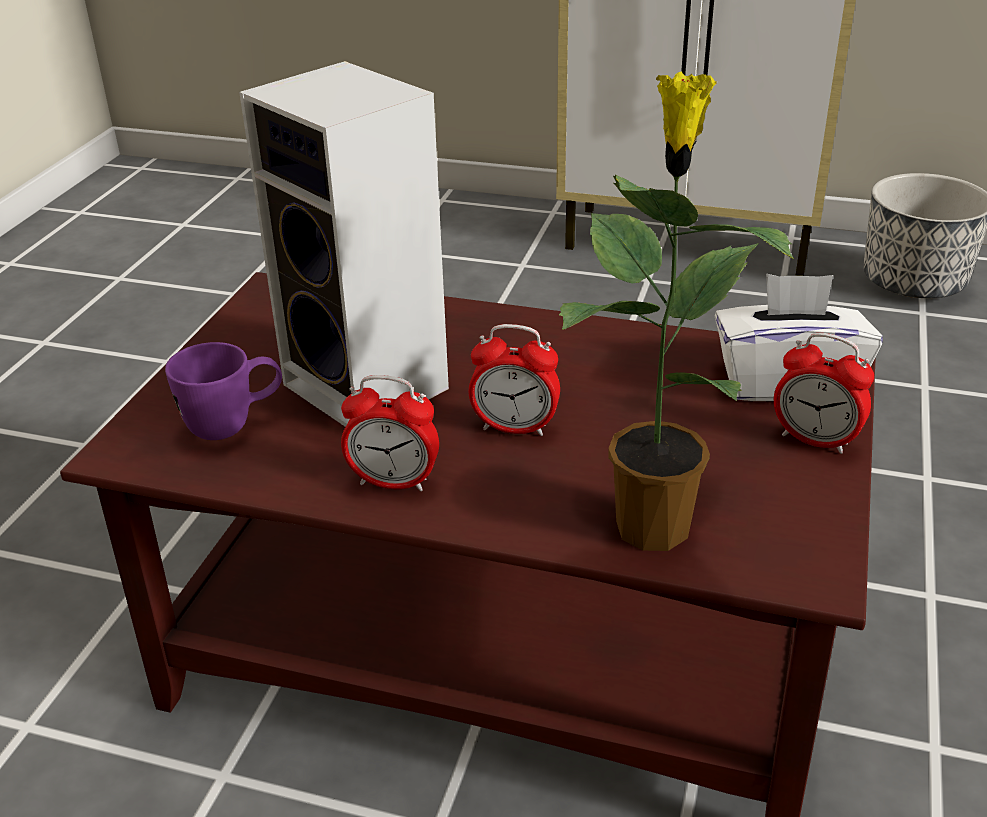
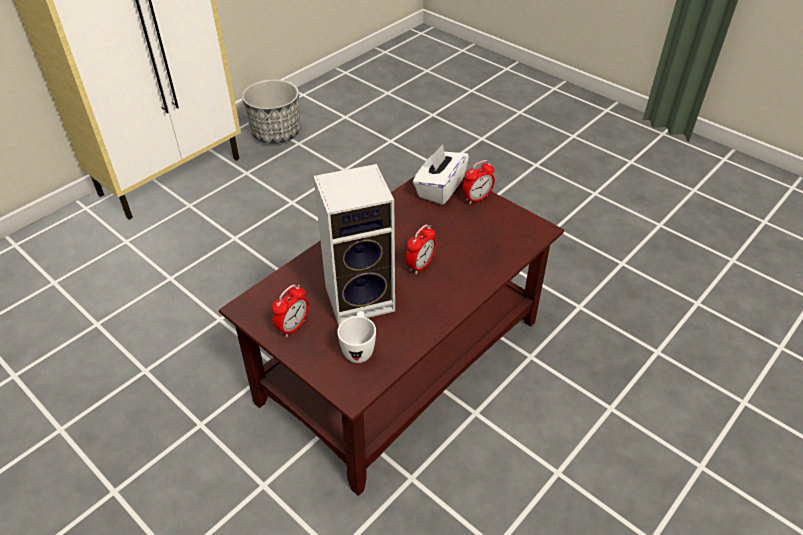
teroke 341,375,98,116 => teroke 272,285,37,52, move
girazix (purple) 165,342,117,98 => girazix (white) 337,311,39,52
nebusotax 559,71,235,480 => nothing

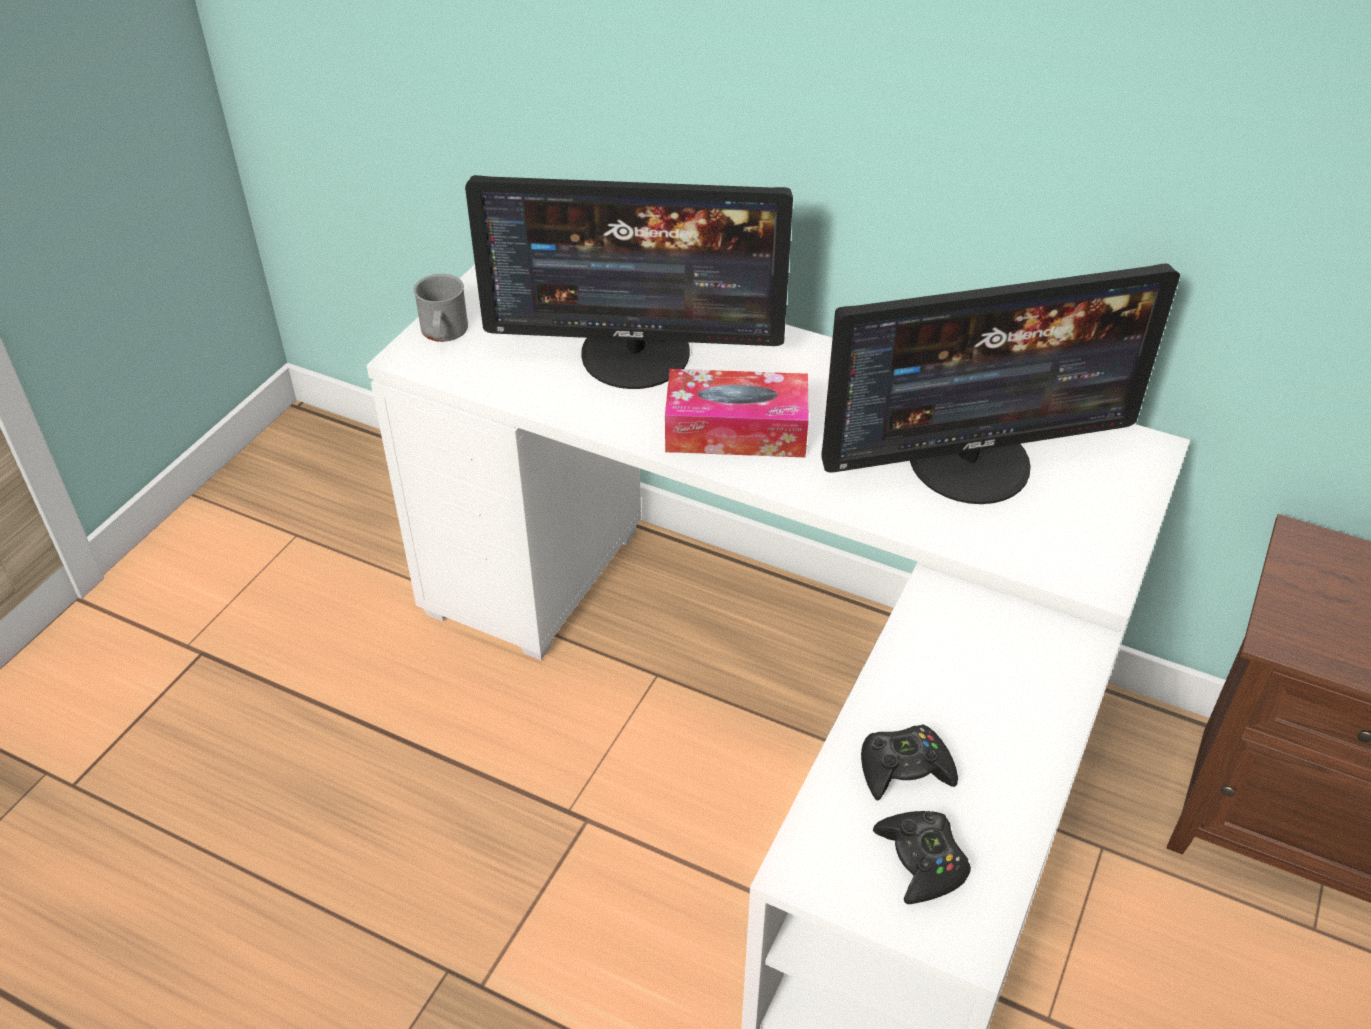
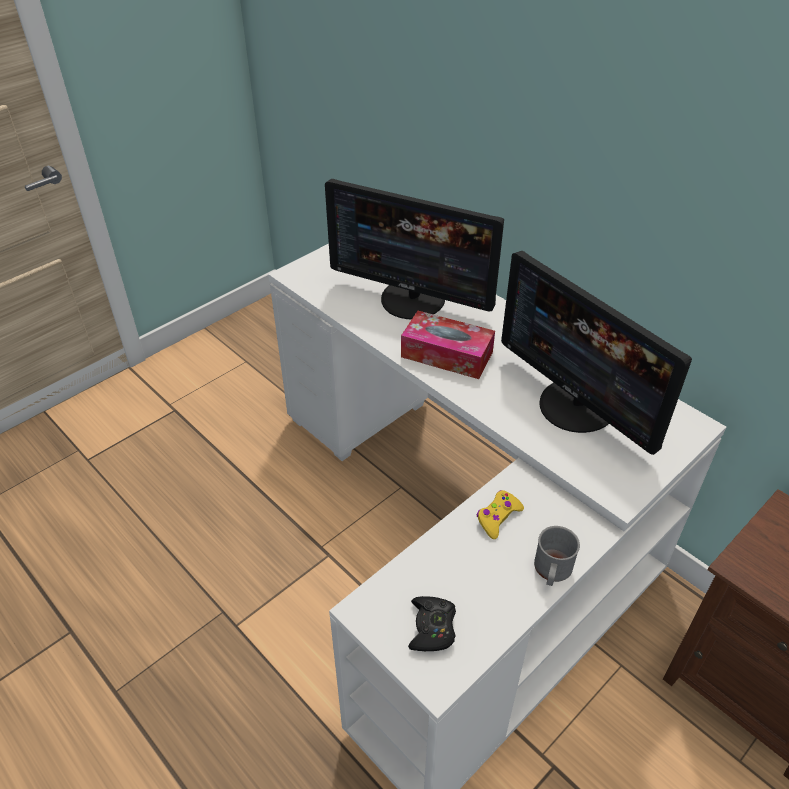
nothing => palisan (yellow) 477,490,47,49
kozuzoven 821,263,359,241 => kozuzoven 501,251,191,204, 45 degrees clockwise
girazix (grey) 413,274,55,68 => girazix (grey) 534,526,46,60, move
palisan (black) 861,724,97,77 => nothing

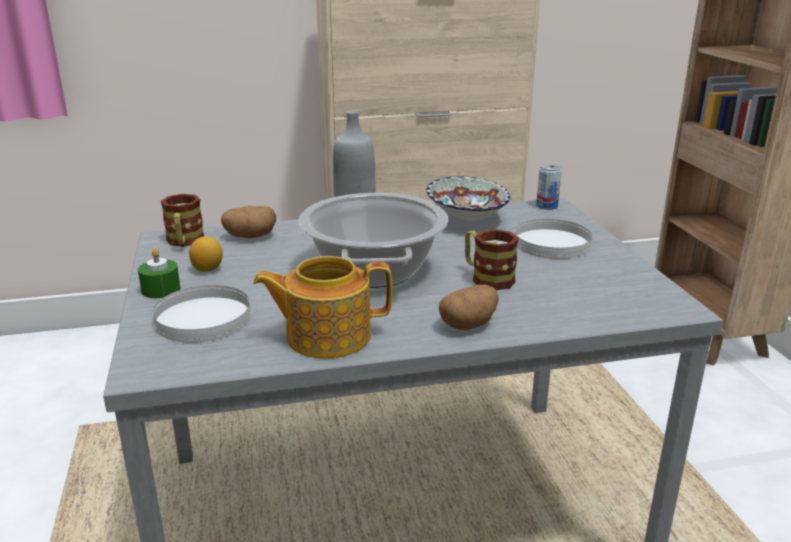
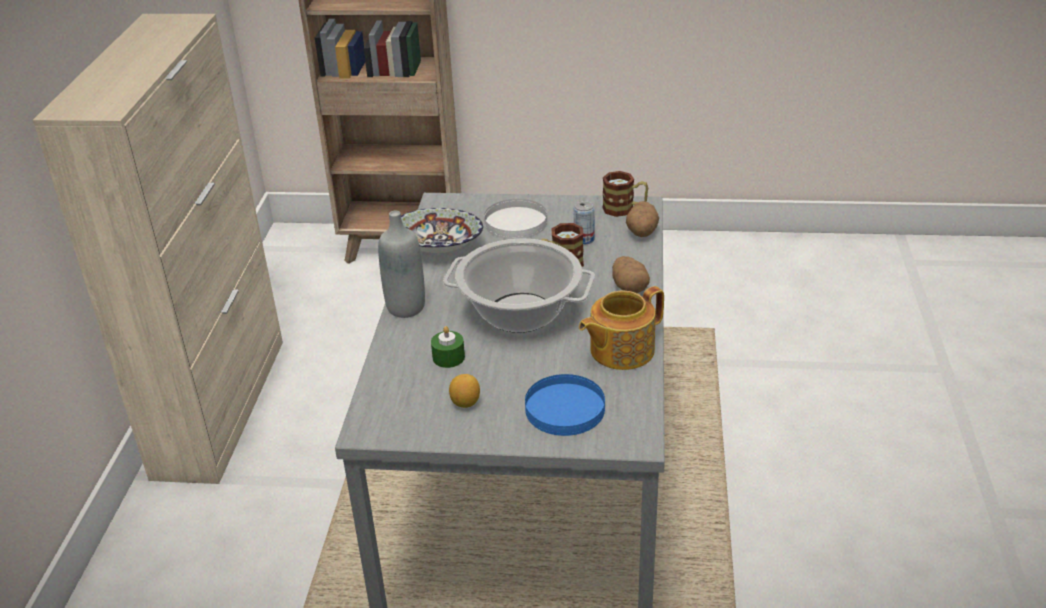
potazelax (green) 138,248,42,50 => potazelax (green) 431,326,34,42, move
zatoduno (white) 153,285,98,58 => zatoduno (blue) 525,374,80,62
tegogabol 536,164,26,46 => tegogabol 574,201,21,44, move
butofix 253,256,139,102 => butofix 579,286,85,84, 45 degrees clockwise
girazix 161,194,43,53 => girazix 602,171,46,46, move
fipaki 221,206,55,32 => fipaki 626,201,33,36, move

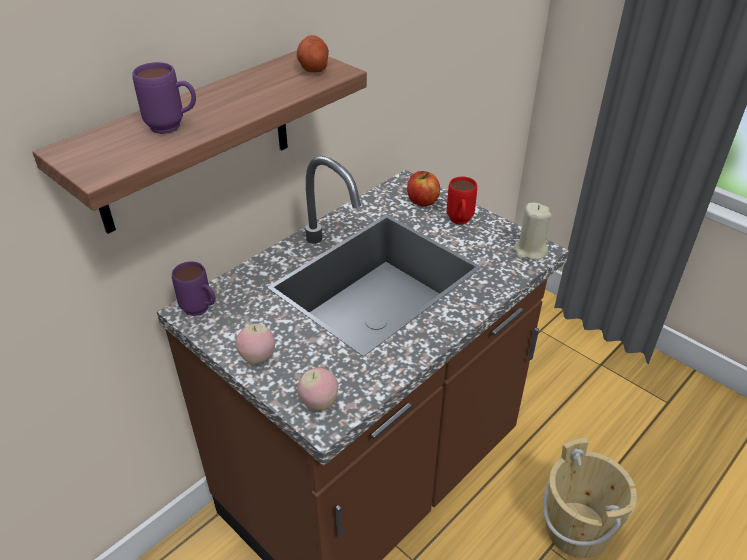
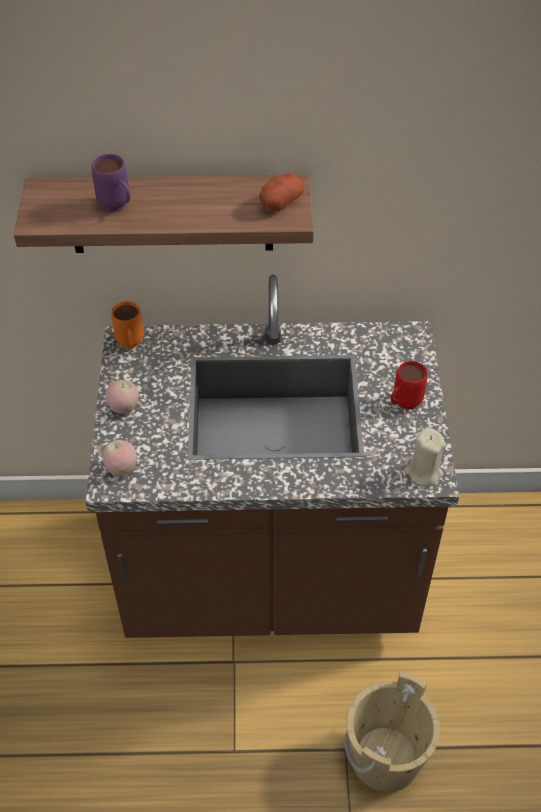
girazix (purple) 172,261,44,55 => girazix (orange) 111,301,33,48
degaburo 407,171,33,36 => nothing

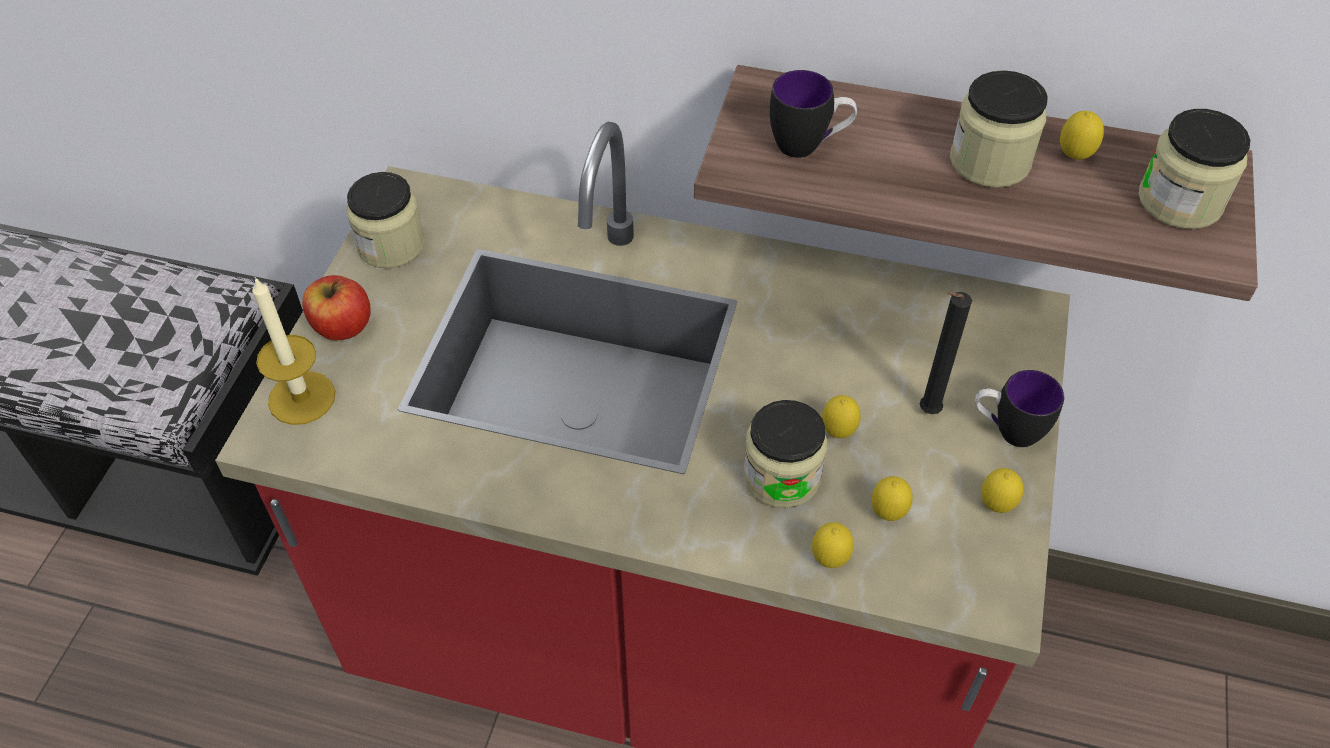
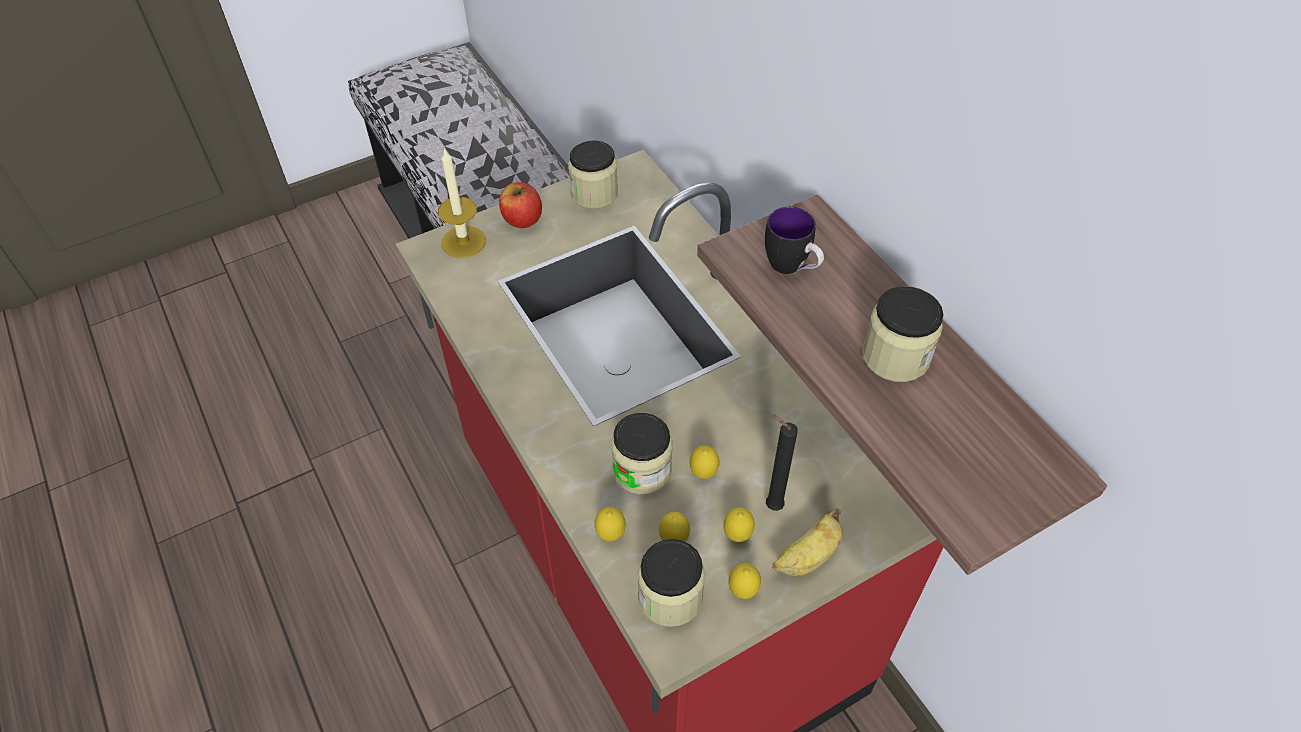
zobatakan 1138,109,112,120 => zobatakan 637,539,68,88, move
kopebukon 1060,111,44,49 => kopebukon 723,507,32,35, move
girazix 975,370,89,77 => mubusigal 772,508,71,68

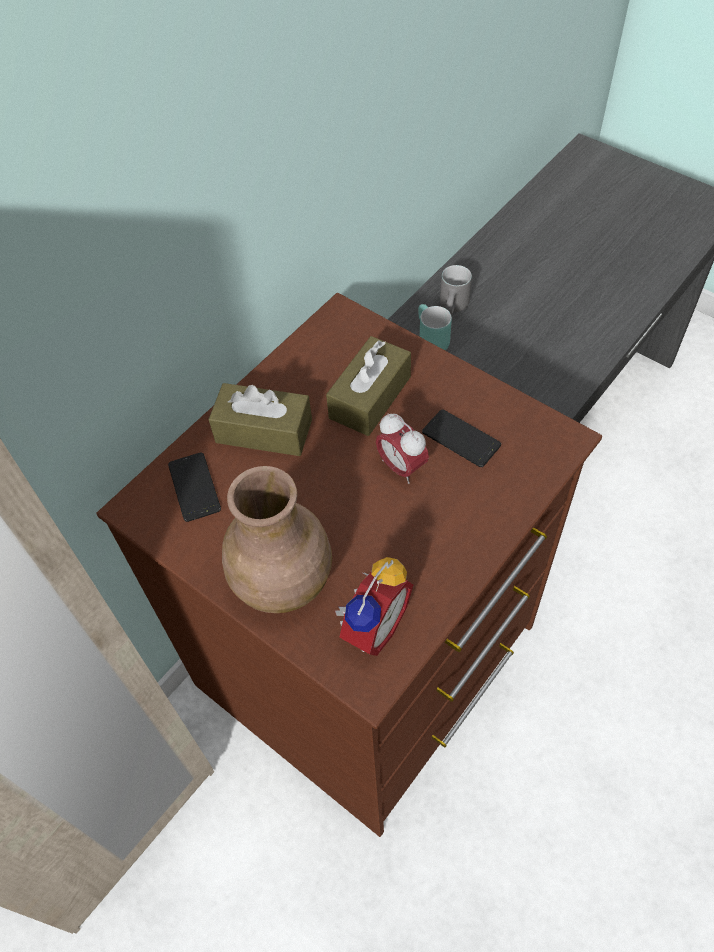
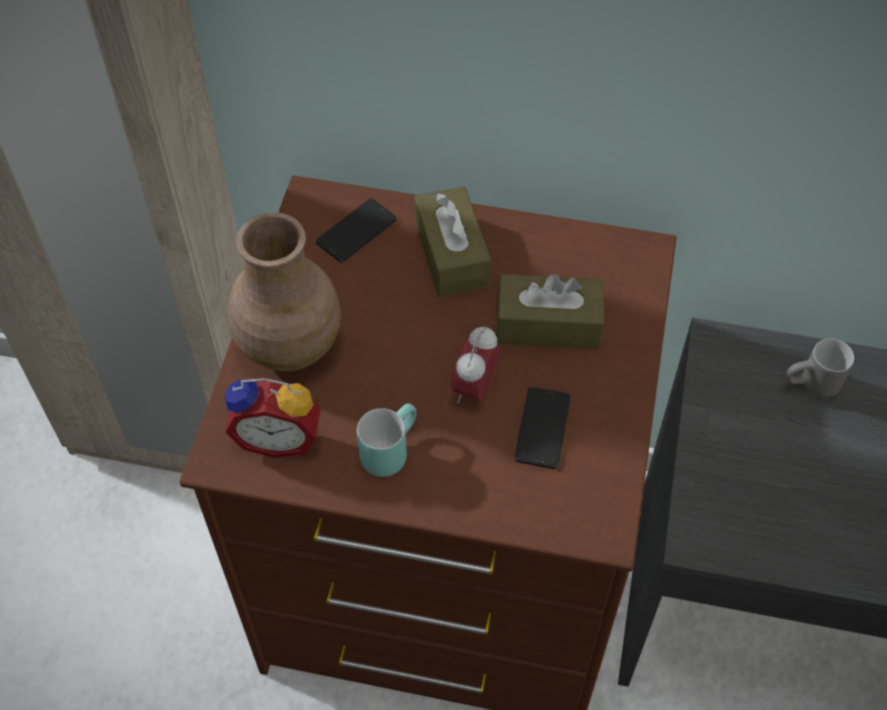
girazix (turquoise) 418,304,34,46 => girazix (turquoise) 357,403,60,74, move

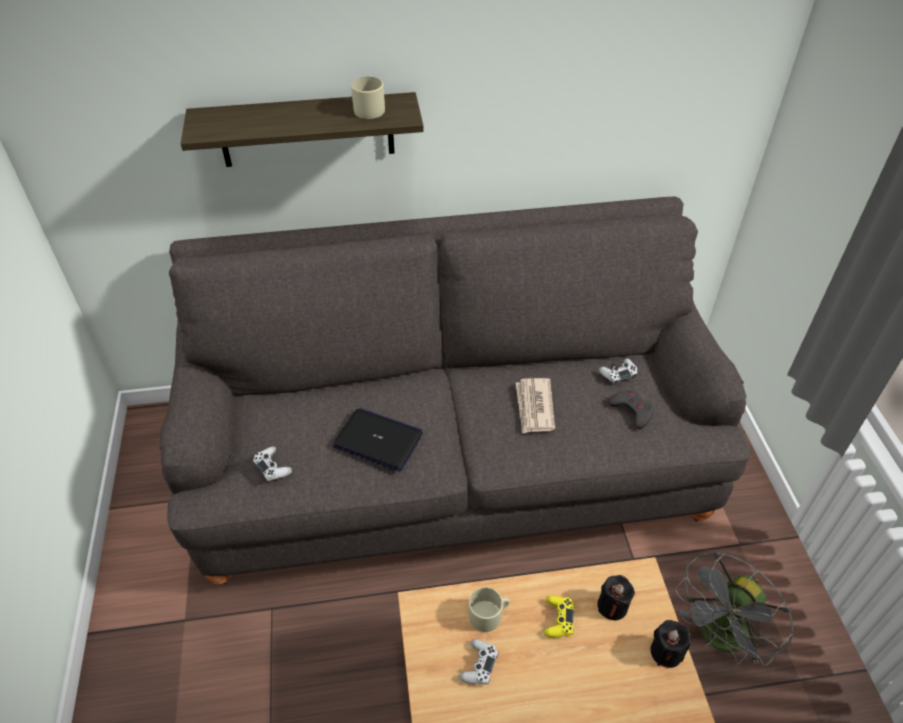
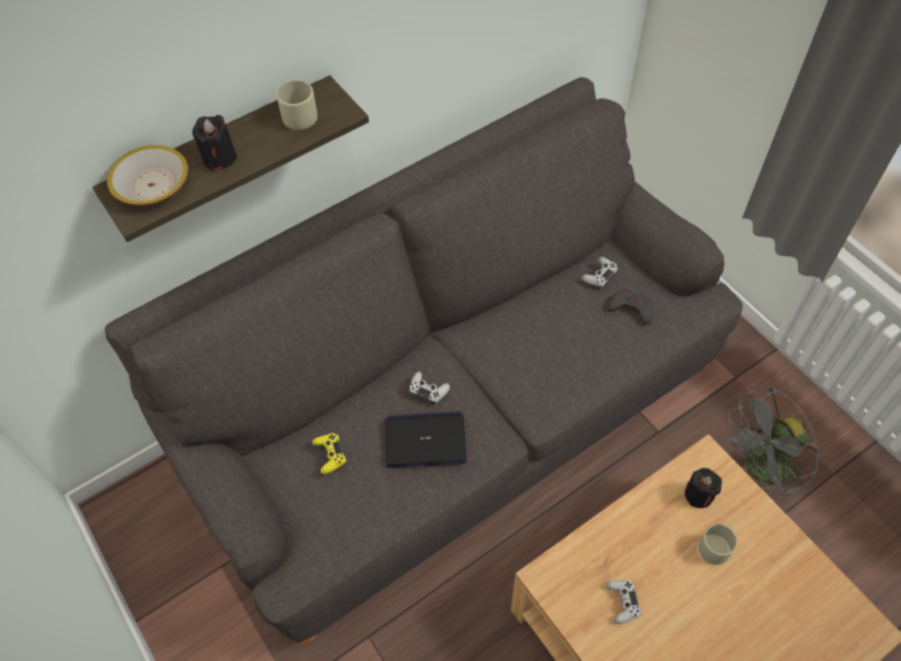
nothing => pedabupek 107,145,82,61
potazelax (black) 650,620,41,48 => potazelax (black) 192,115,45,56, move
palisan (yellow) 544,596,31,42 => palisan (yellow) 312,433,34,41, move
palisan (white) 253,446,39,36 => palisan (white) 410,372,40,32, move
girazix (beige) 469,587,41,45 => girazix (beige) 698,524,40,41, move
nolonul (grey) 675,551,118,115 => nolonul (grey) 728,387,92,111, 45 degrees clockwise
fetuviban 516,378,39,55 => nothing

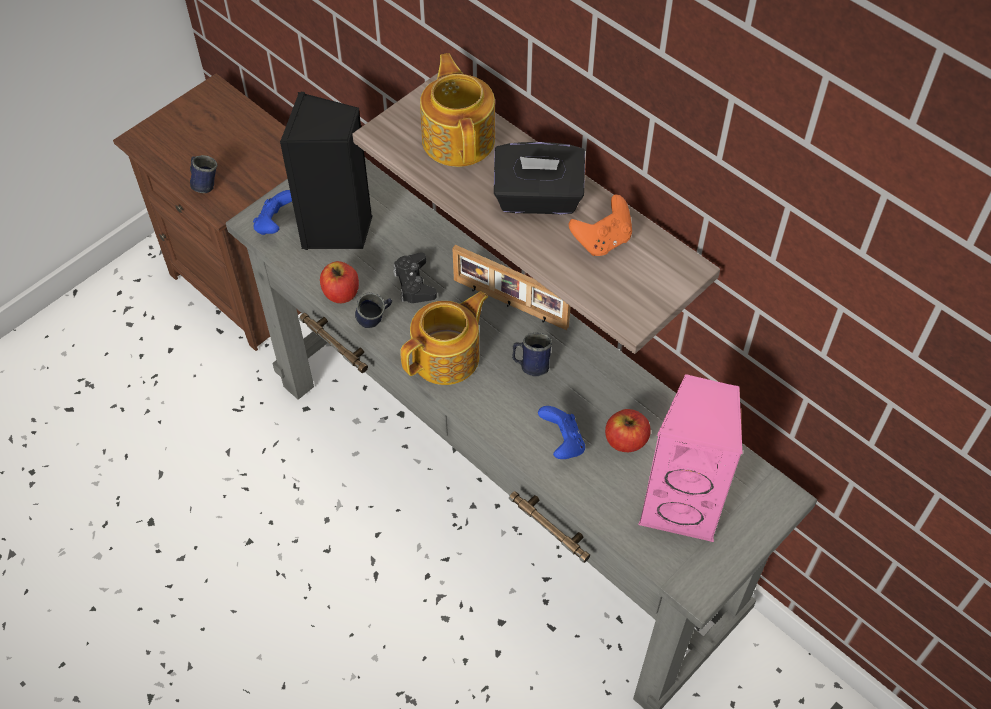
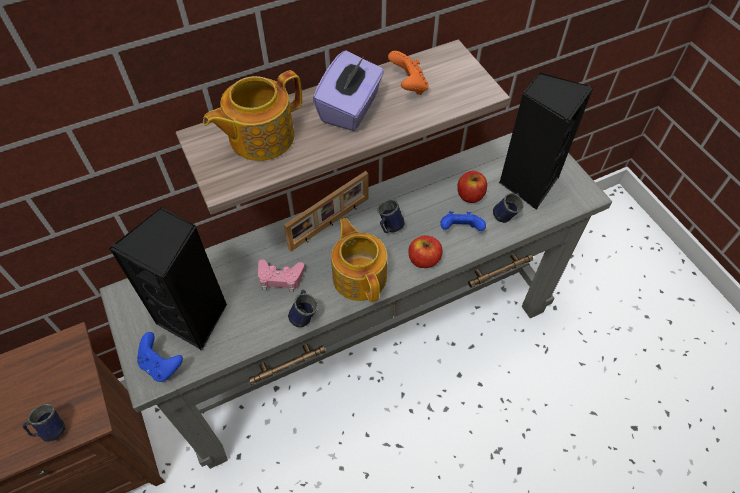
butofix 420,53,75,114 => butofix 203,70,99,91, 45 degrees counterclockwise
palisan (black) 393,252,44,51 => palisan (pink) 258,259,47,33
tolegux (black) 494,142,91,72 => tolegux (purple) 313,50,71,81
degaburo 320,261,39,42 => degaburo 408,235,35,33, move
nothing => girazix (blue) 493,193,31,30
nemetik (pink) 638,374,104,168 => nemetik (black) 499,72,95,138

